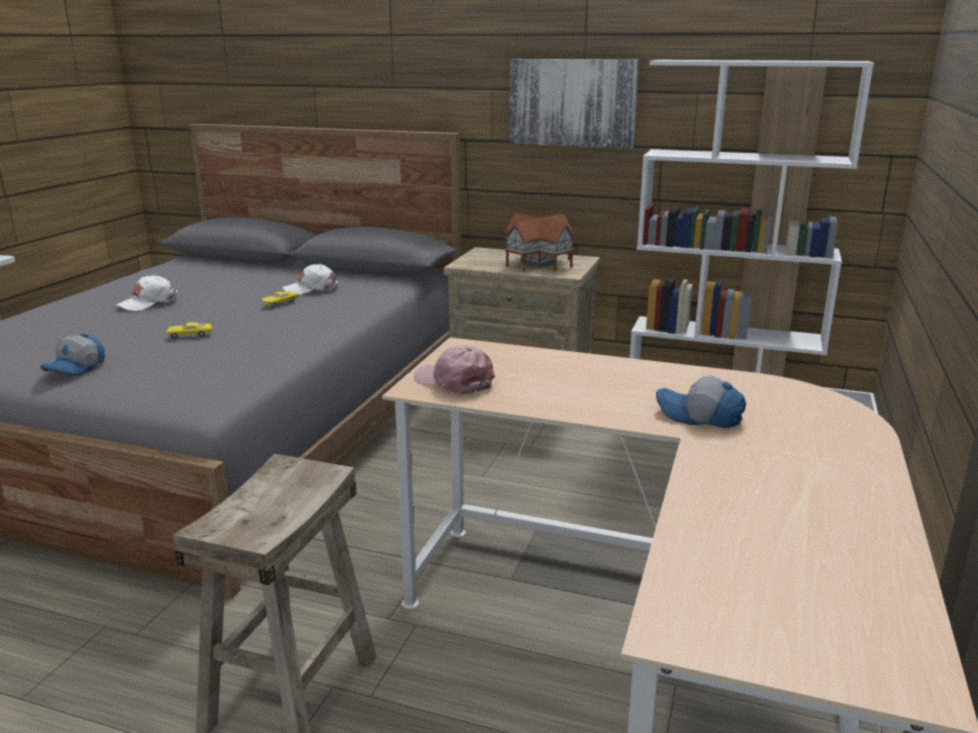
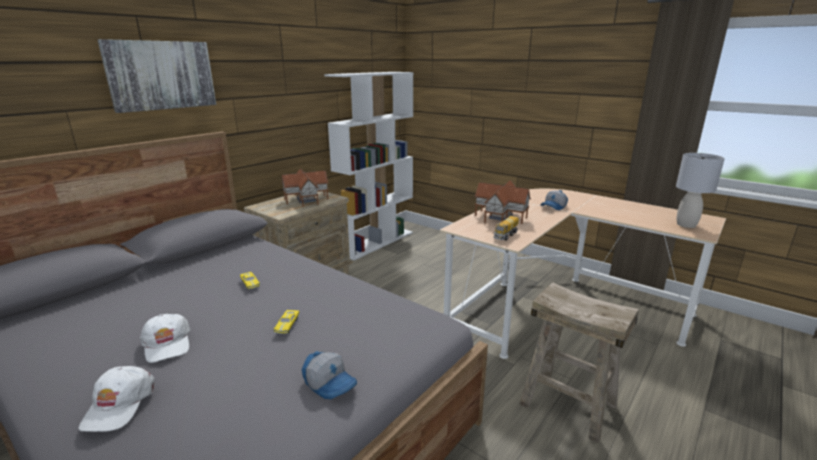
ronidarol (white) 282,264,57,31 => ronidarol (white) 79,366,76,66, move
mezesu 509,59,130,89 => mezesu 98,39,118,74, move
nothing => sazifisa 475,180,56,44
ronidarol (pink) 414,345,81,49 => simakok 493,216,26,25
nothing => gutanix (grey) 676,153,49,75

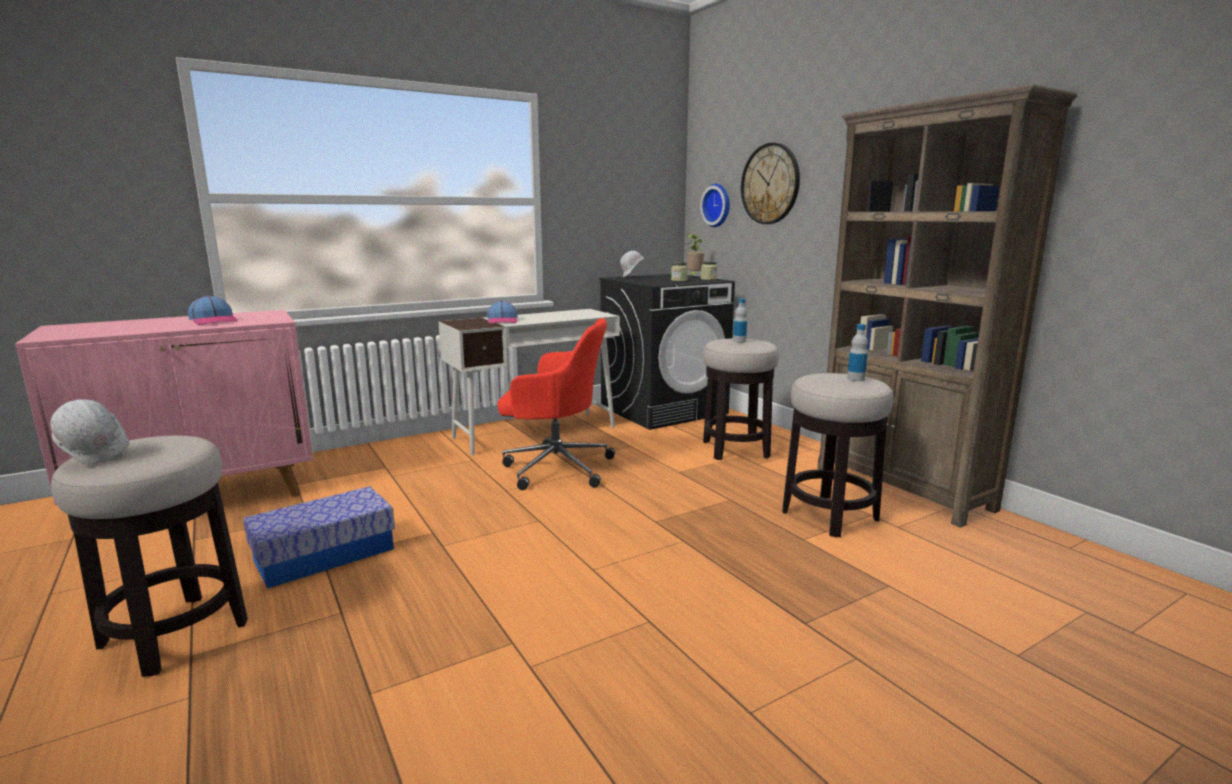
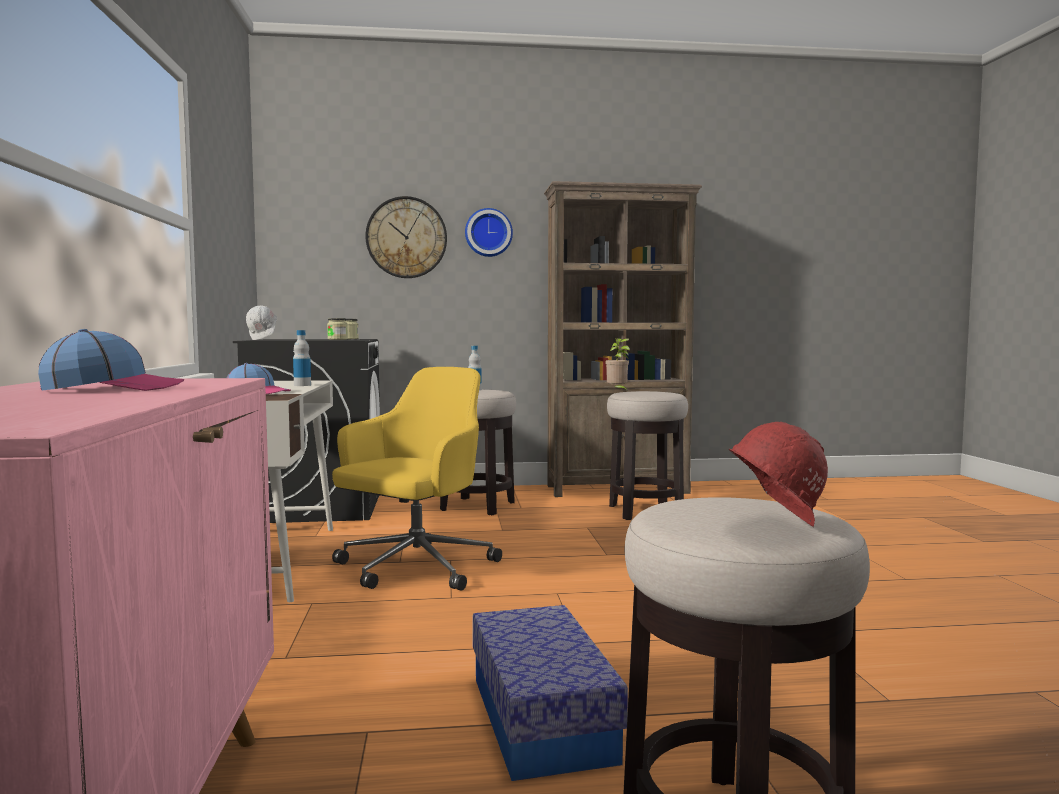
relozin 847,324,21,57 => relozin 293,330,18,56, move
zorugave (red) 497,318,118,172 => zorugave (yellow) 332,367,170,224
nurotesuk 700,184,30,43 => nurotesuk 465,208,48,49, move
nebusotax 687,234,18,43 => nebusotax 606,338,24,54, move
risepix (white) 50,399,80,67 => risepix (red) 729,422,99,105

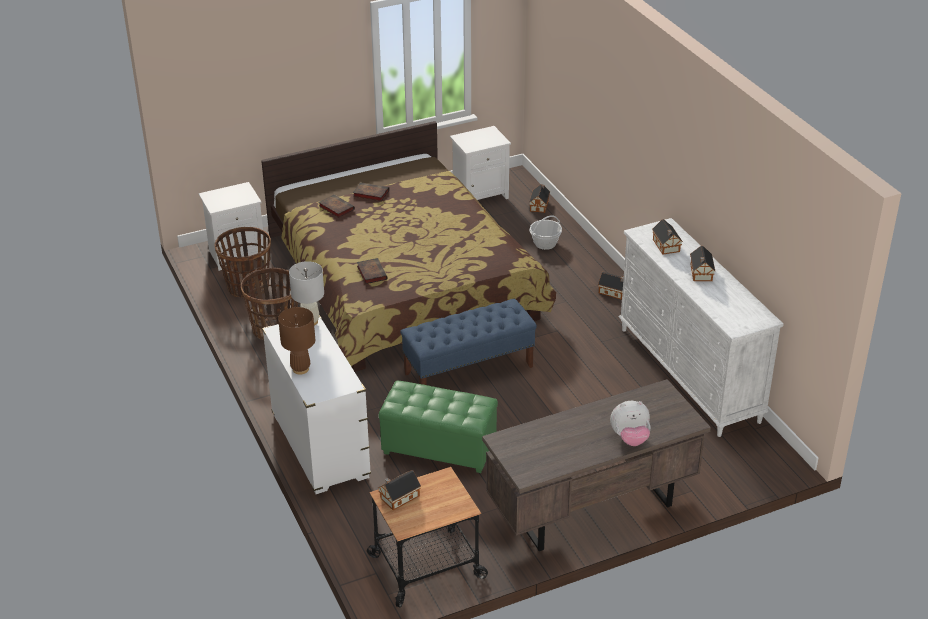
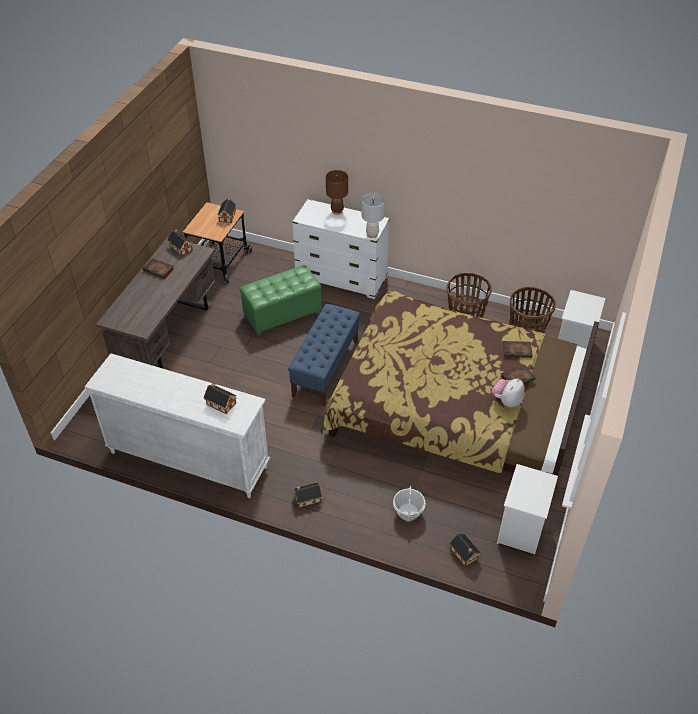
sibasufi 357,258,31,26 => sibasufi 143,258,31,21, move
sazifisa 690,246,26,35 => sazifisa 167,230,26,26, move
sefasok 610,401,41,45 => sefasok 492,378,33,29, move

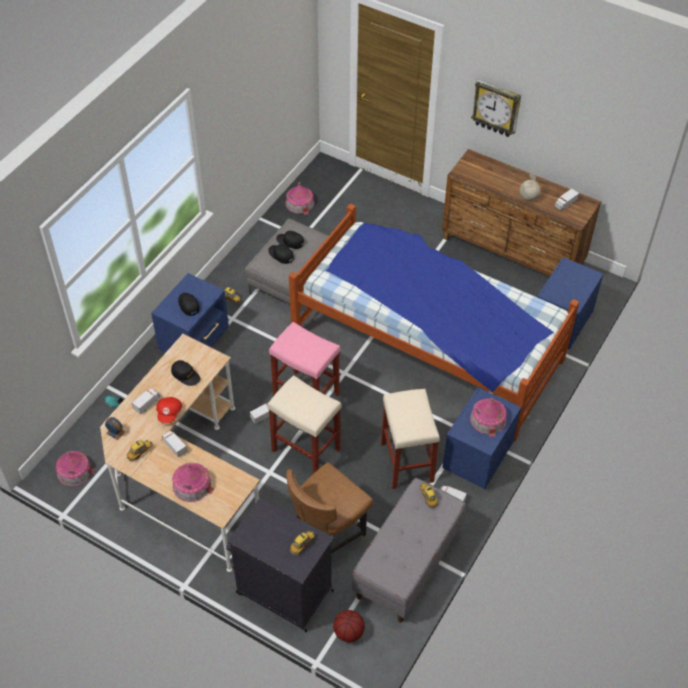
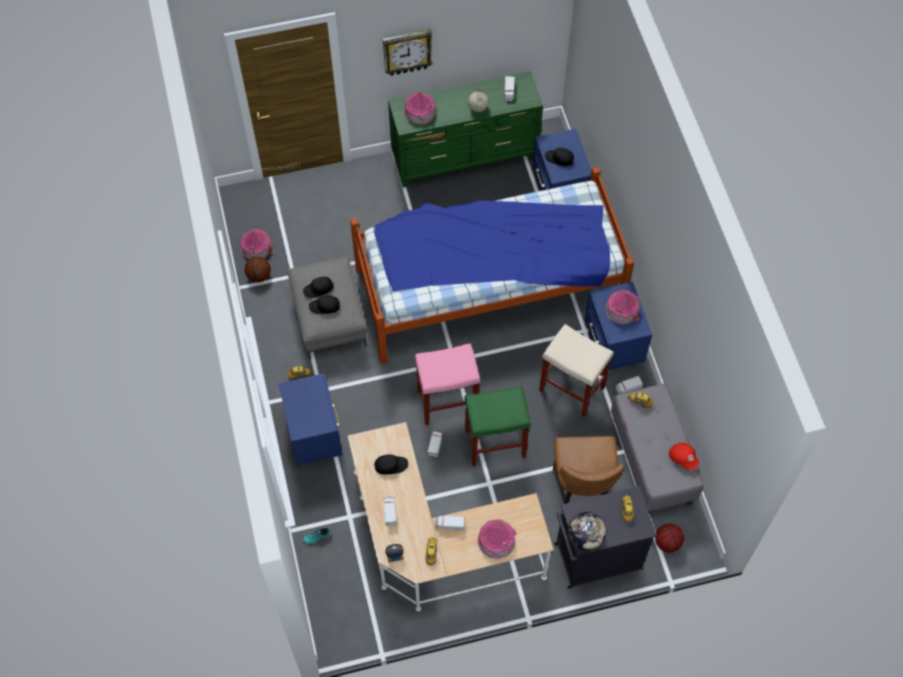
nothing => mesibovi 245,257,26,25
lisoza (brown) 442,149,159,127 => lisoza (green) 388,71,155,116
sazifisa 55,451,40,35 => sazifisa 404,91,32,34, move
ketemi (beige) 267,375,75,98 => ketemi (green) 464,386,67,80
ronidarol (black) 178,293,22,23 => ronidarol (black) 545,148,29,18, move
nothing => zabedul 568,512,39,39
ronidarol (red) 156,397,26,26 => ronidarol (red) 669,443,30,27, move

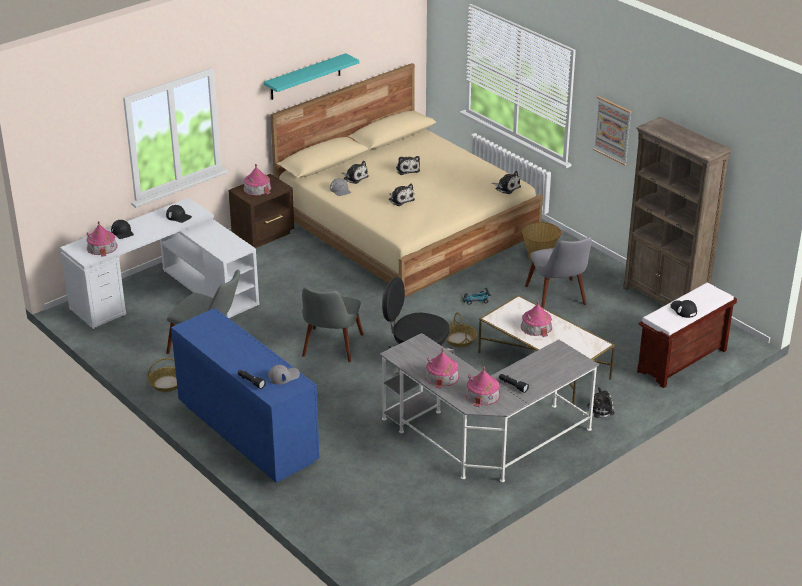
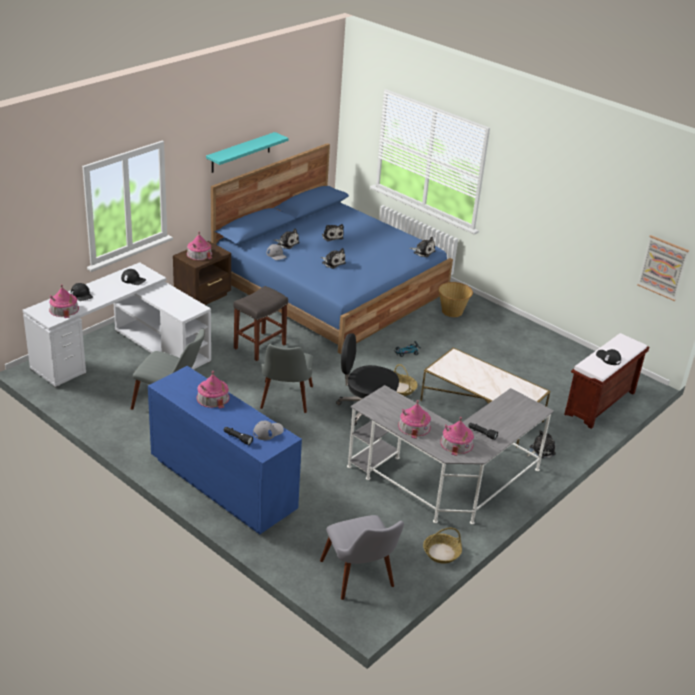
sazifisa 521,301,31,36 => sazifisa 197,371,33,38, move
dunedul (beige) 270,63,273,234 => dunedul (blue) 211,143,242,211
nothing => ketemi (grey) 233,286,55,75
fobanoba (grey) 525,237,66,71 => fobanoba (grey) 320,515,84,85, move
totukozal 147,358,30,34 => totukozal 423,528,39,36, move
mezesu 593,96,39,69 => mezesu 637,235,52,66, move
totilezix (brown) 623,117,109,188 => nothing

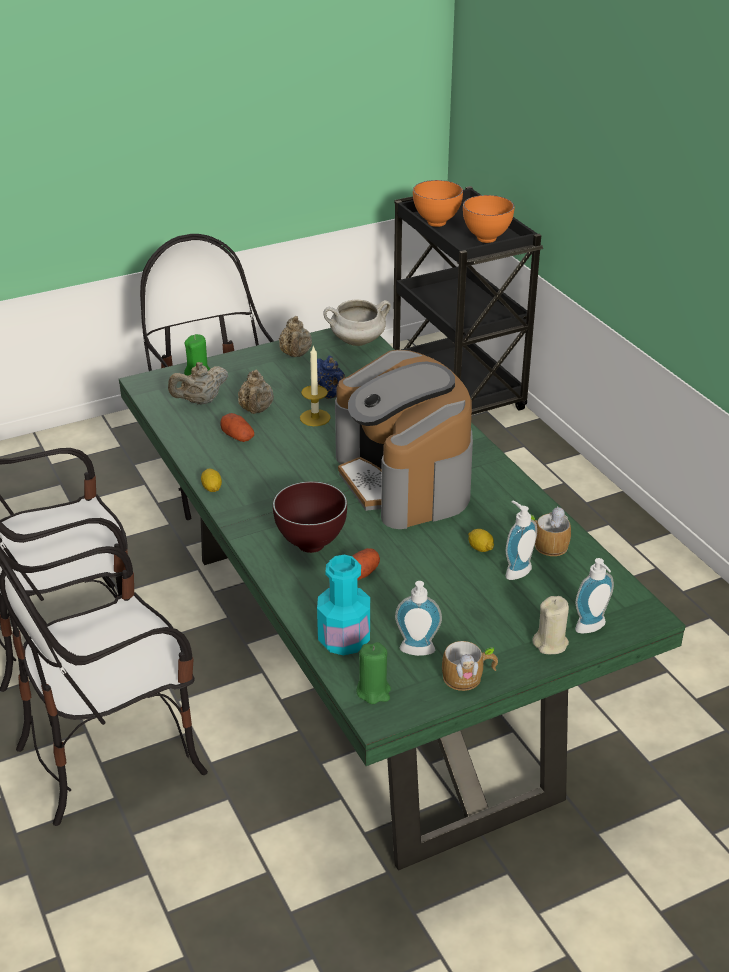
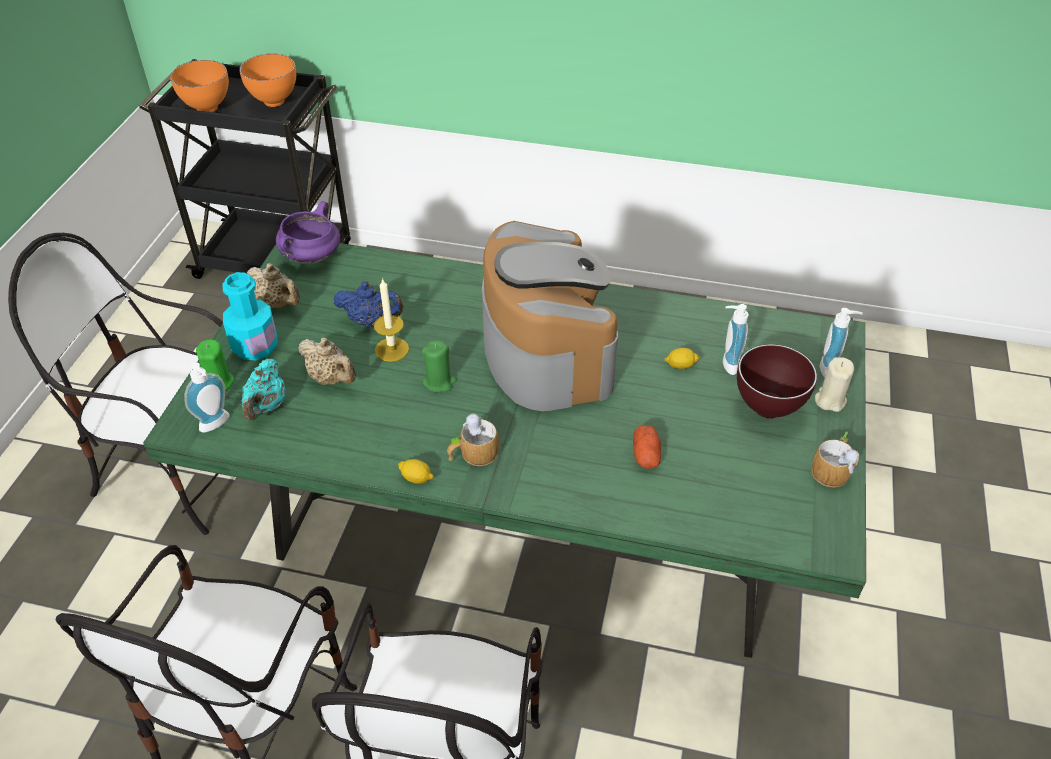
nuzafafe 395,581,47,75 => nuzafafe 185,362,45,70, move
relozin (turquoise) 317,555,53,100 => relozin (turquoise) 223,272,55,88, move
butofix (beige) 168,362,60,43 => butofix (turquoise) 241,358,44,62
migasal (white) 324,299,67,47 => migasal (purple) 276,201,64,63
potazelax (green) 357,642,34,62 => potazelax (green) 422,341,35,51, move
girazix 530,506,41,50 => girazix 447,414,52,52, move
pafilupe 335,350,138,179 => pafilupe 482,221,136,190, 120 degrees counterclockwise
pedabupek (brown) 273,481,74,72 => pedabupek (brown) 737,344,80,74, move
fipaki 220,413,34,29 => nothing

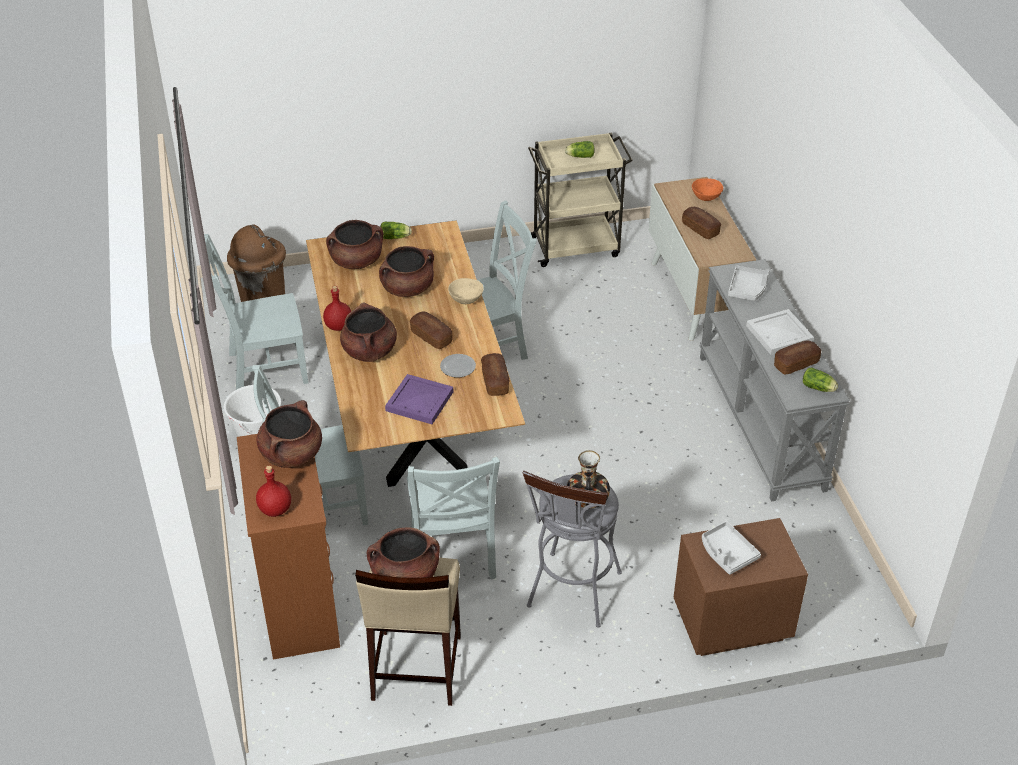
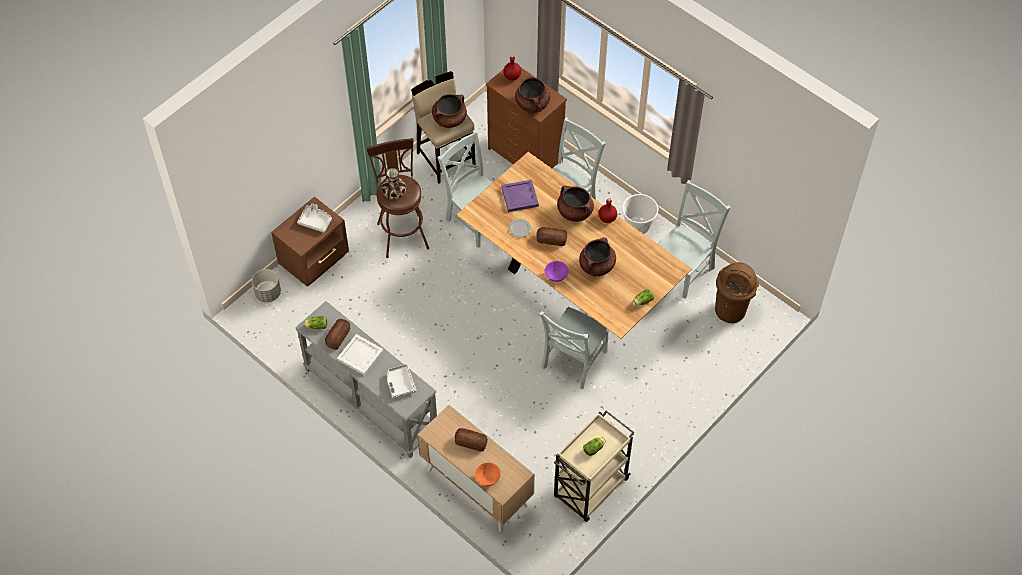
nothing => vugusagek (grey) 252,269,29,33
ketemi (grey) 523,471,99,157 => ketemi (brown) 366,138,63,120
pedabupek (beige) 448,278,36,26 => pedabupek (purple) 545,261,24,21
migasal (brown) 326,220,58,49 => nothing
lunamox 481,353,29,43 => nothing

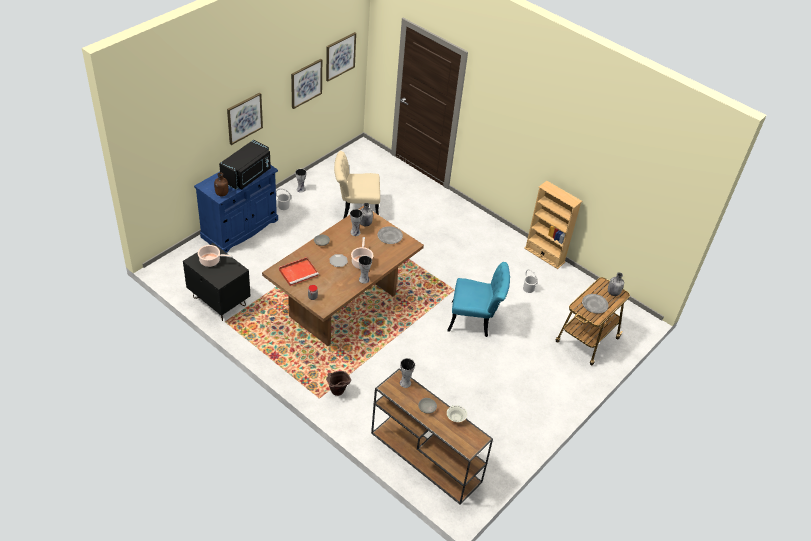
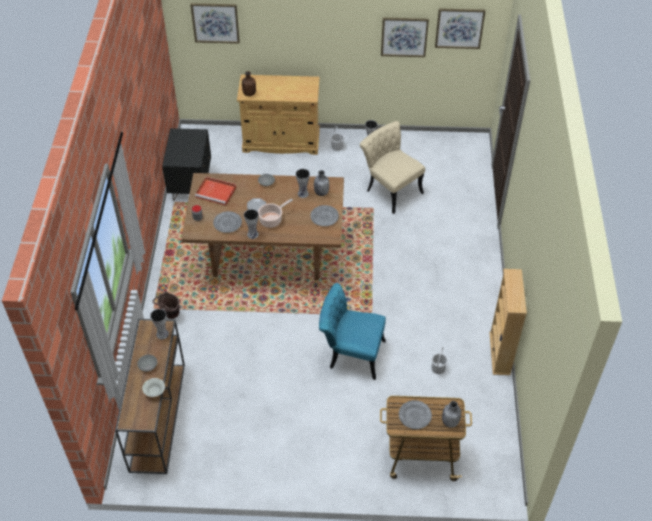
mezesu 227,93,36,52 => mezesu 190,3,50,41, move
nothing => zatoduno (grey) 213,211,29,22
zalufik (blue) 194,165,84,88 => zalufik (beige) 237,75,83,80
fobanoba (turquoise) 447,262,63,75 => fobanoba (turquoise) 319,283,67,97, 135 degrees clockwise
migasal 198,245,35,22 => nothing
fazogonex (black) 219,140,52,50 => nothing

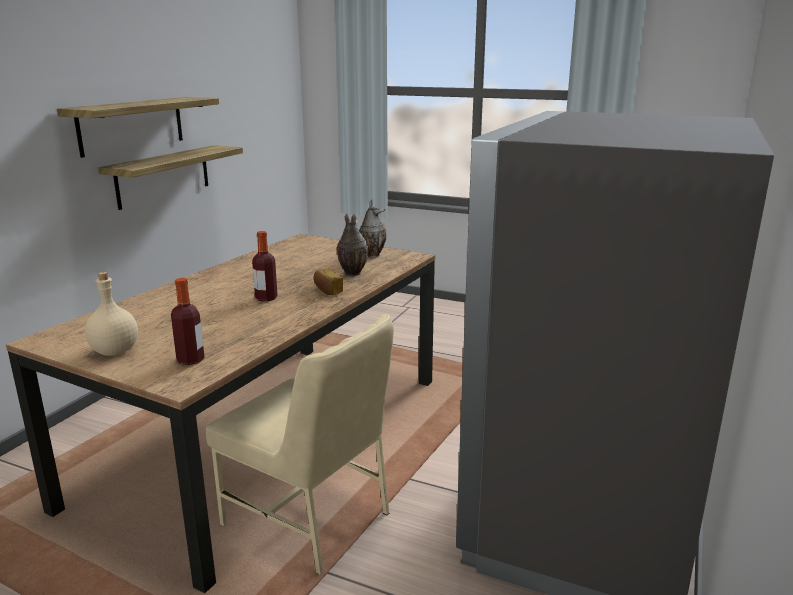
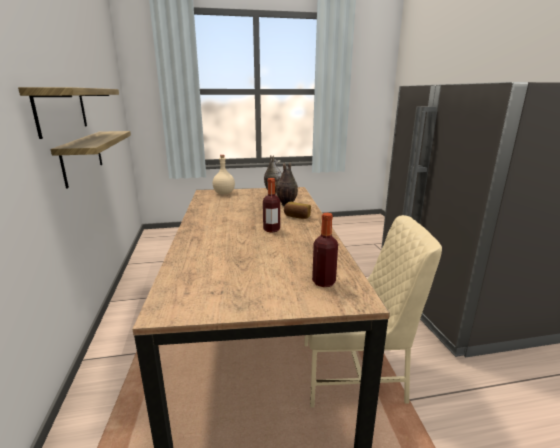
relozin (beige) 85,272,53,84 => relozin (beige) 213,155,22,39, move

